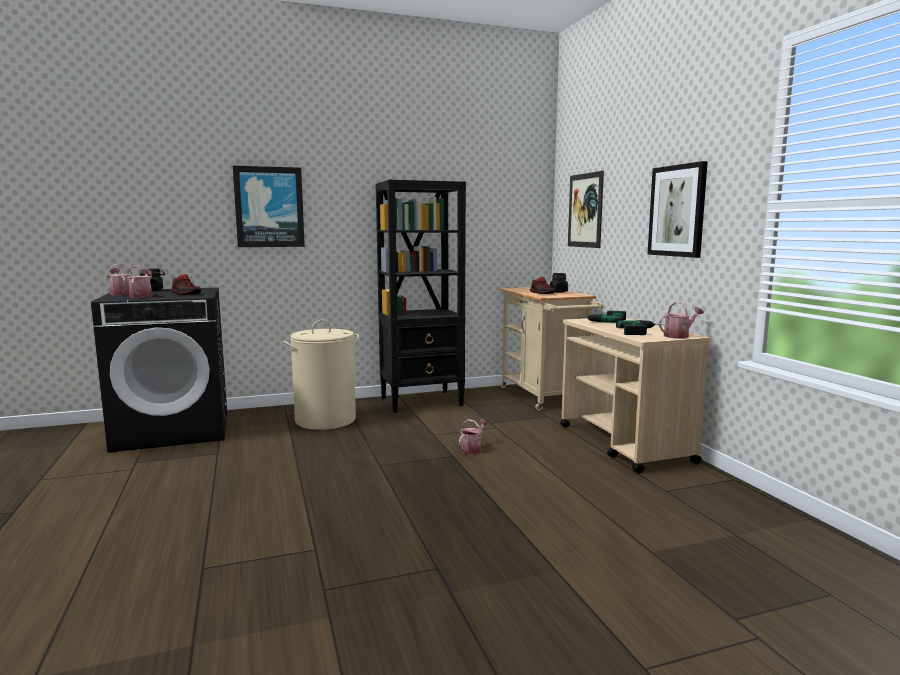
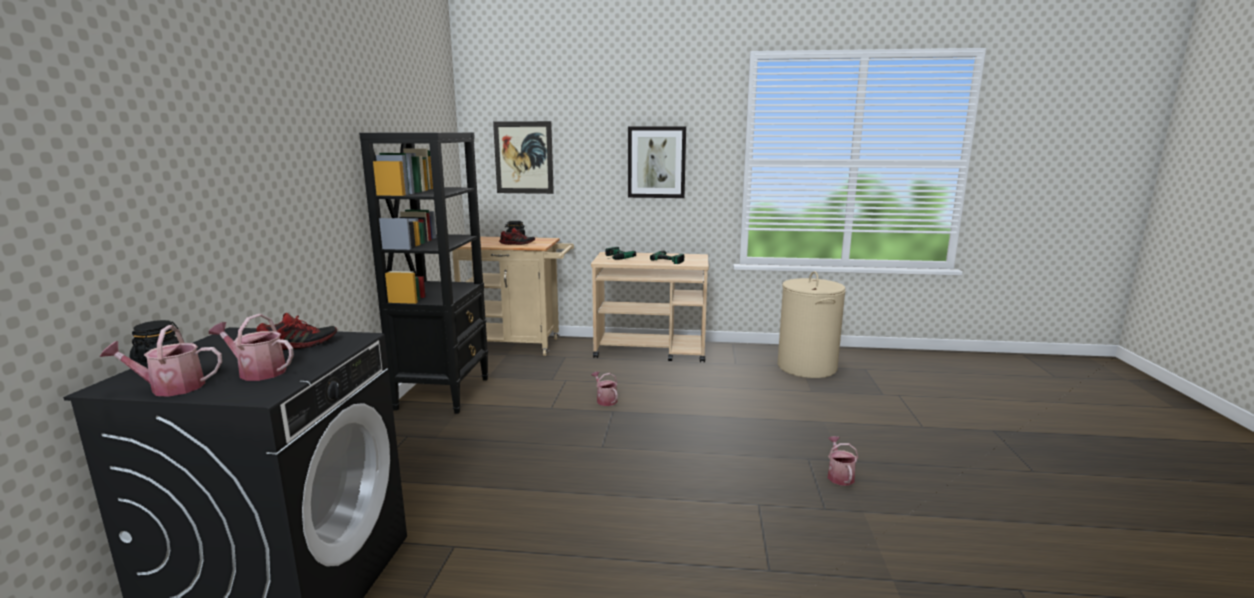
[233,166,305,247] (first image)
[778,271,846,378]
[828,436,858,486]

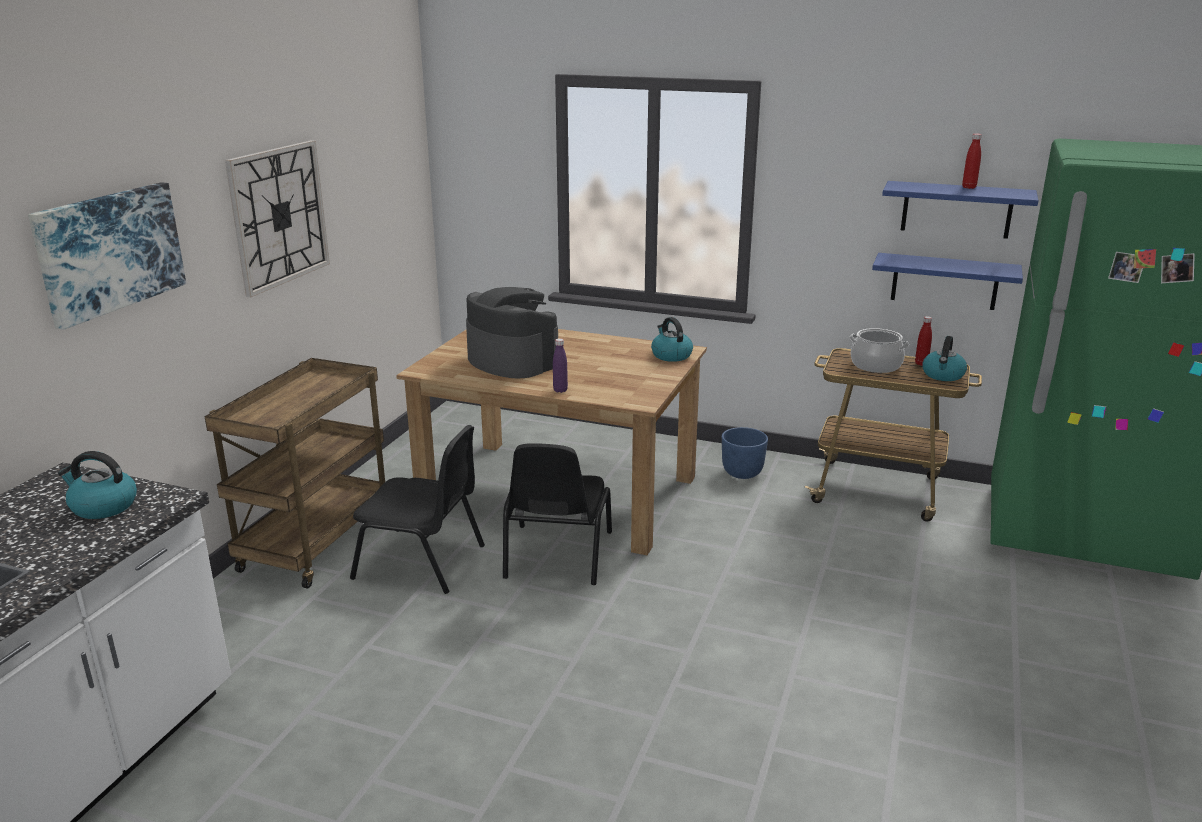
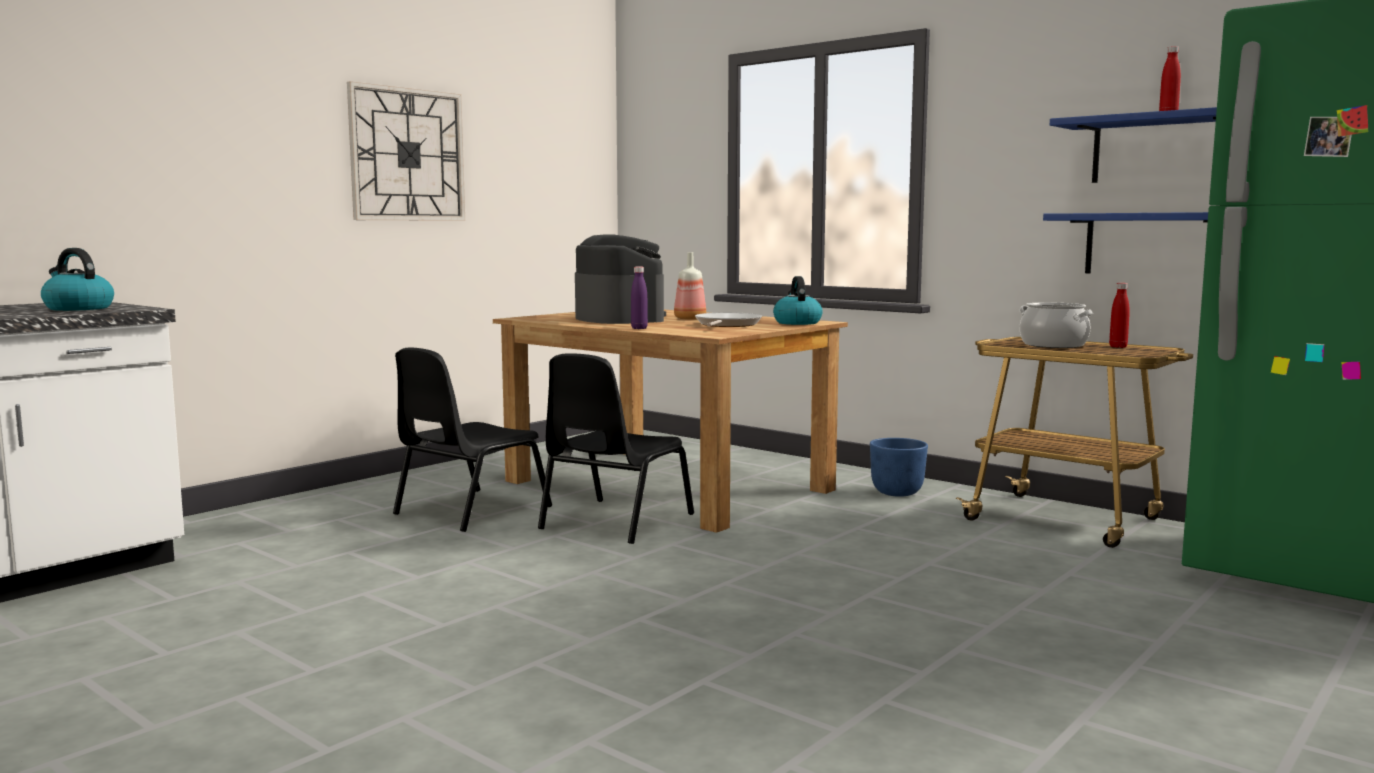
[28,182,186,330] (first image)
[205,358,385,588] (first image)
[393,348,552,532]
[922,336,967,381] (first image)
[674,252,706,320]
[695,313,762,327]

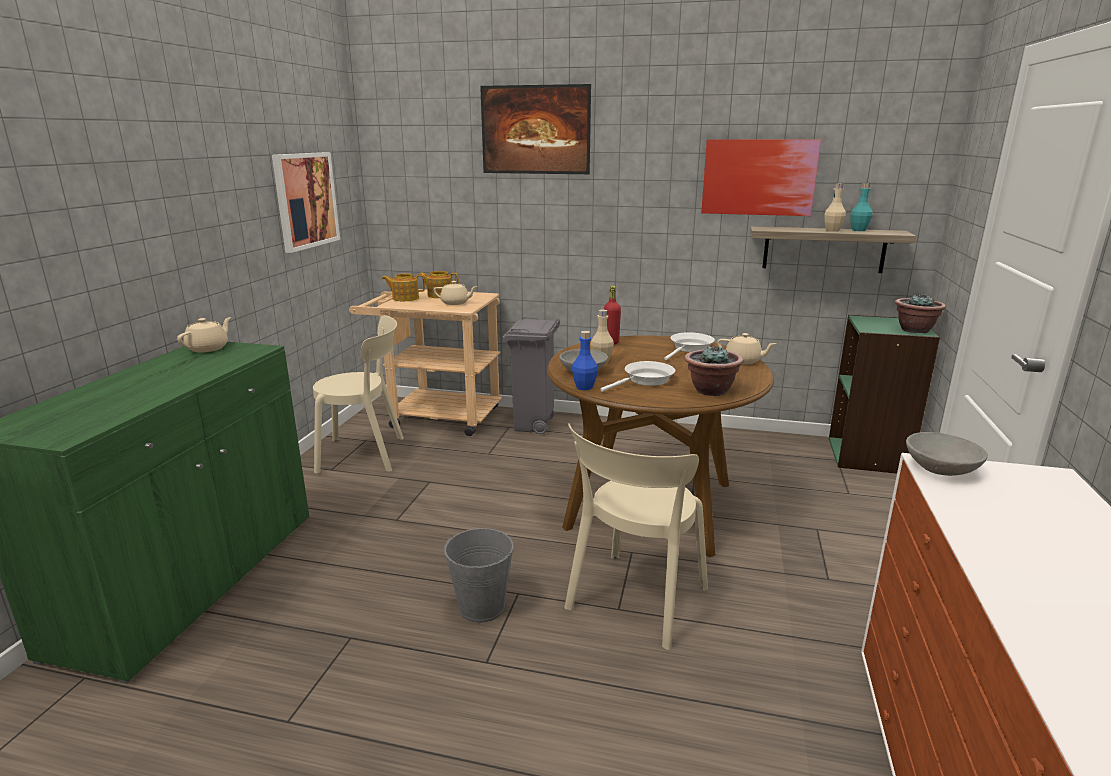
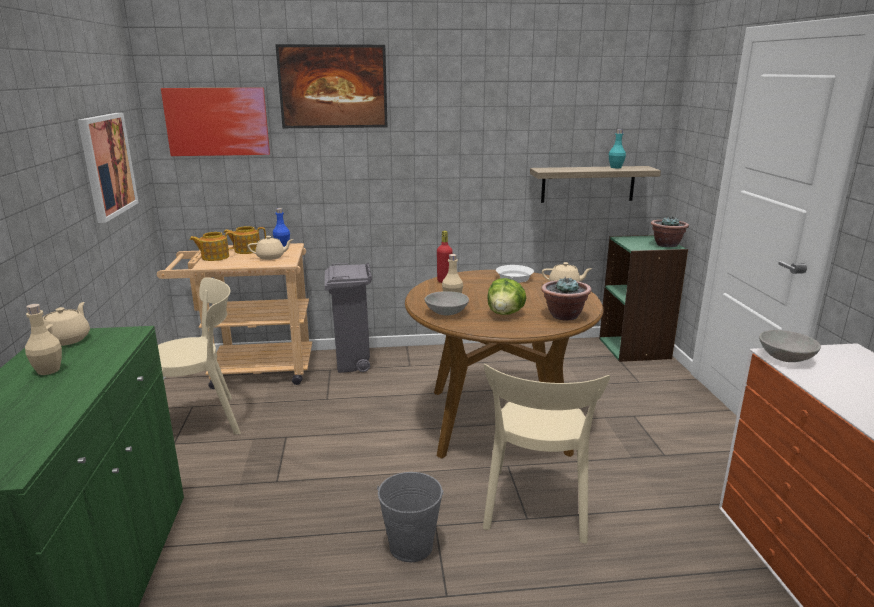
[273,208,290,247]
[487,278,526,315]
[161,88,270,156]
[25,304,62,375]

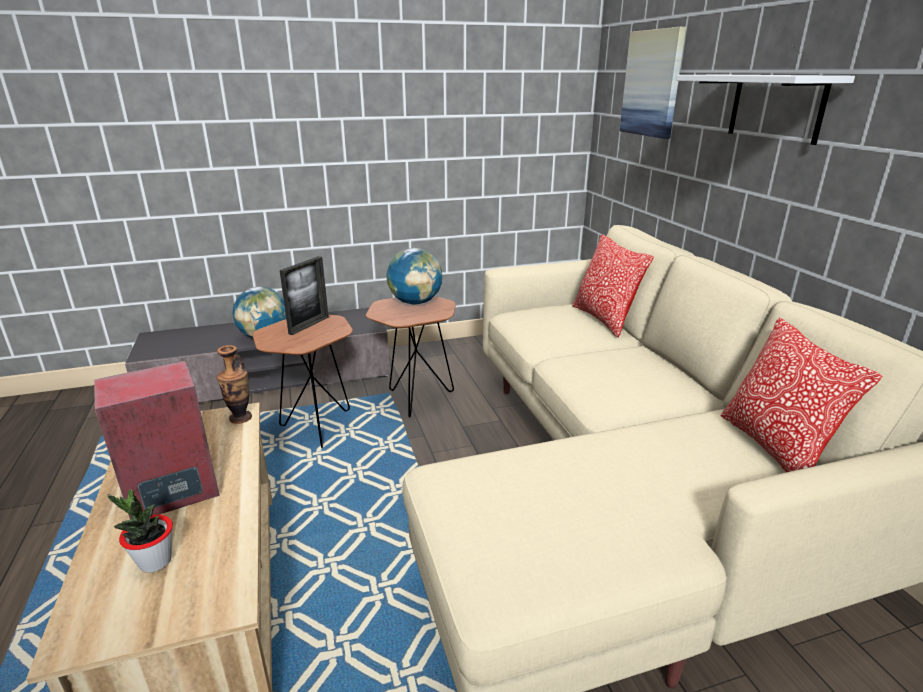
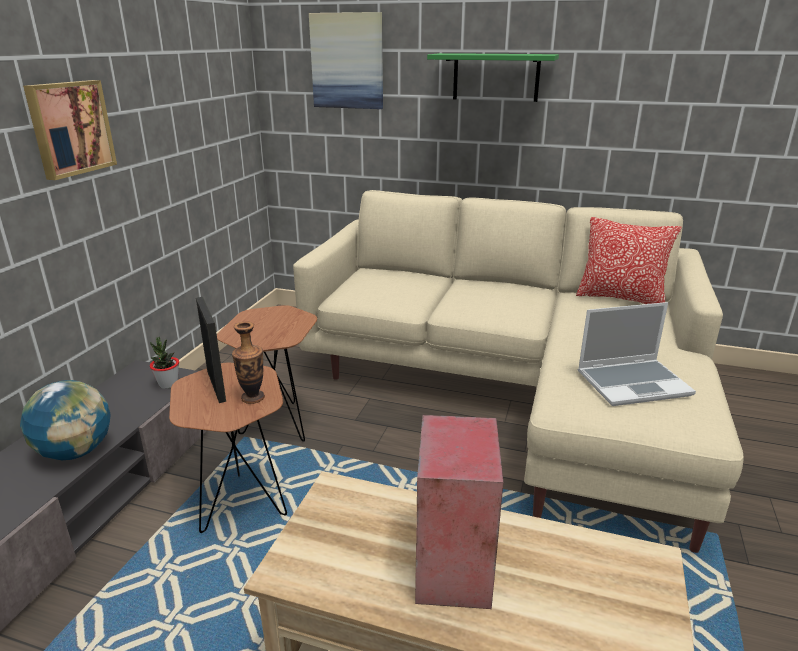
[150,337,179,389]
[232,321,265,404]
[387,248,442,305] (first image)
[572,234,654,337] (first image)
[427,53,559,102]
[23,80,117,180]
[578,302,696,406]

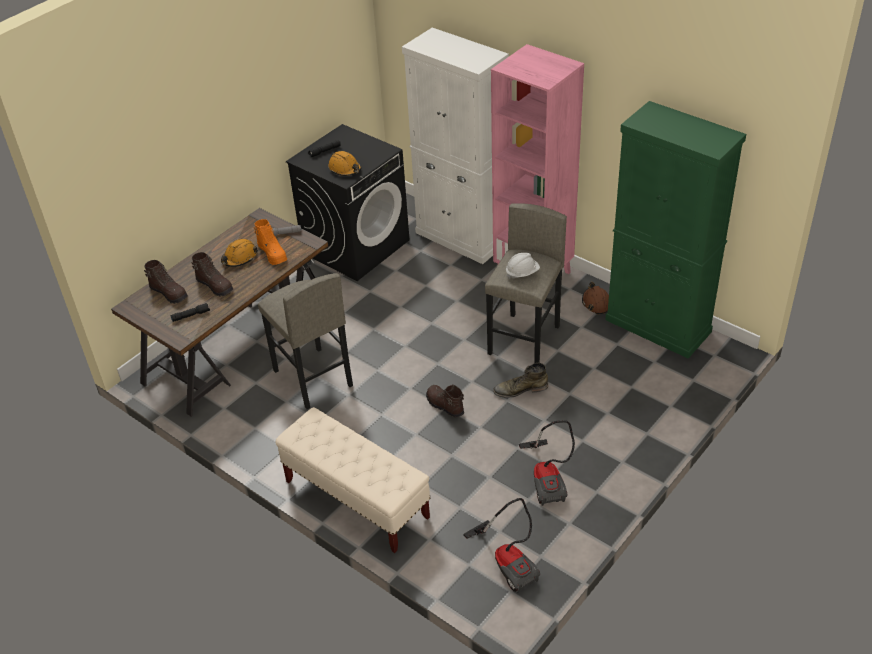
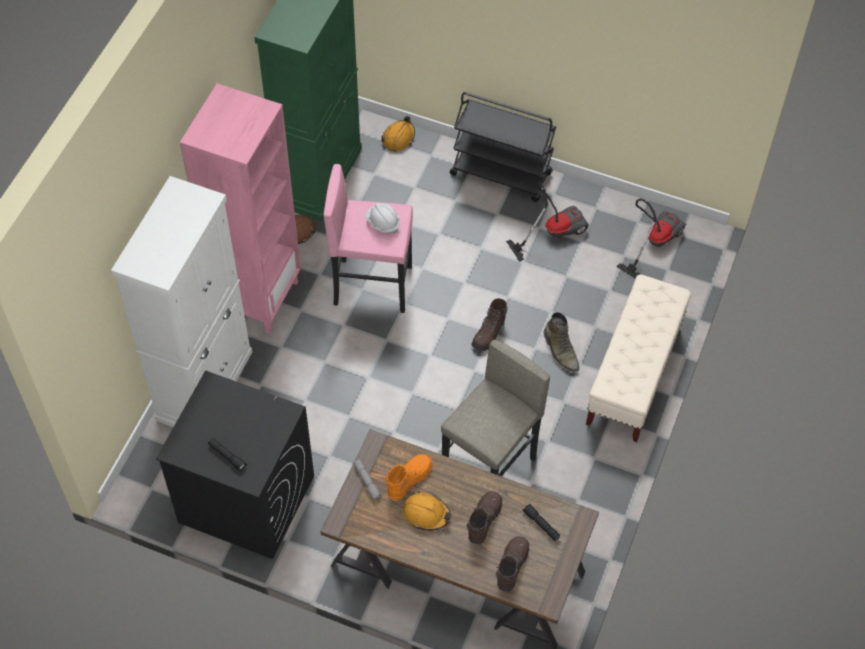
[381,116,415,151]
[324,164,413,313]
[544,312,580,373]
[450,92,556,202]

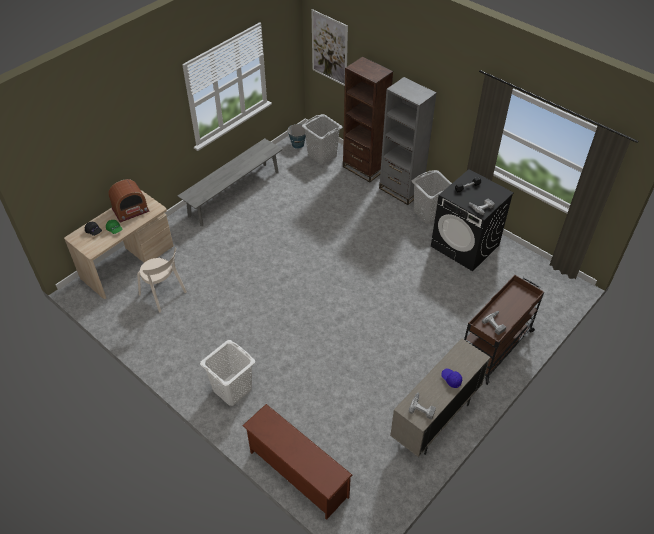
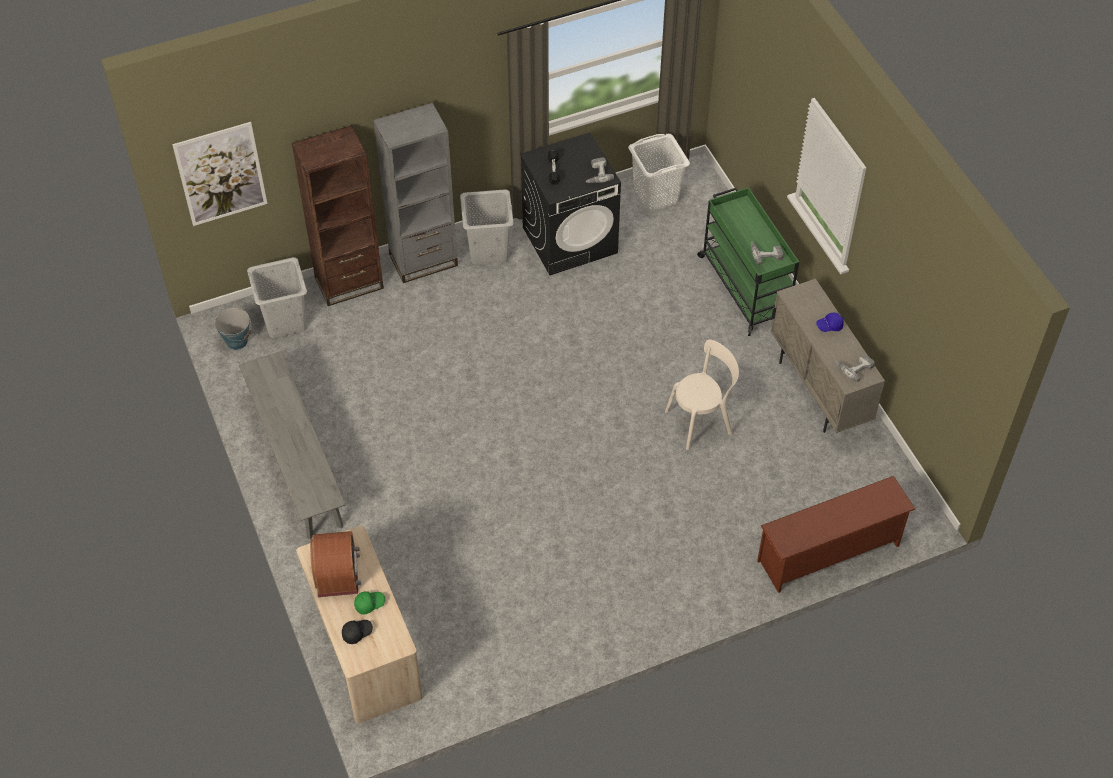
[665,340,739,450]
[628,134,690,212]
[697,187,799,336]

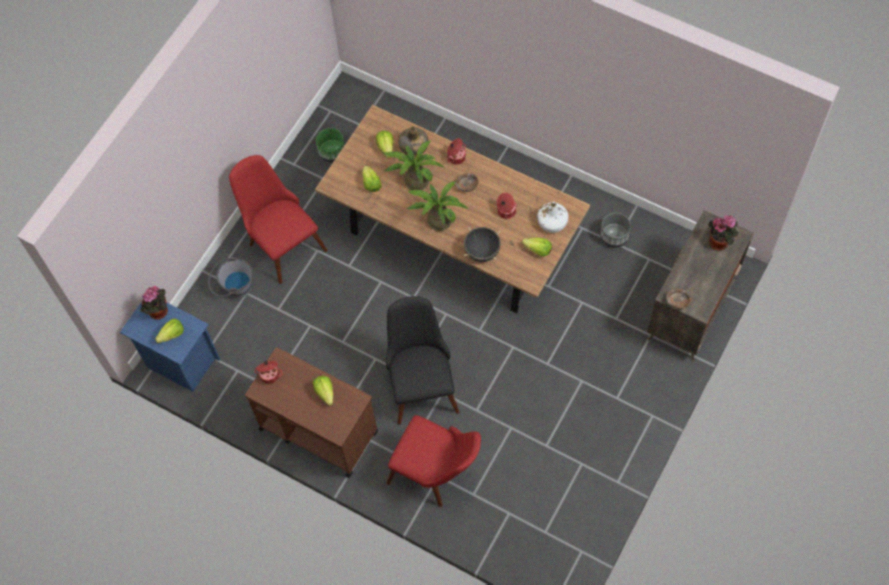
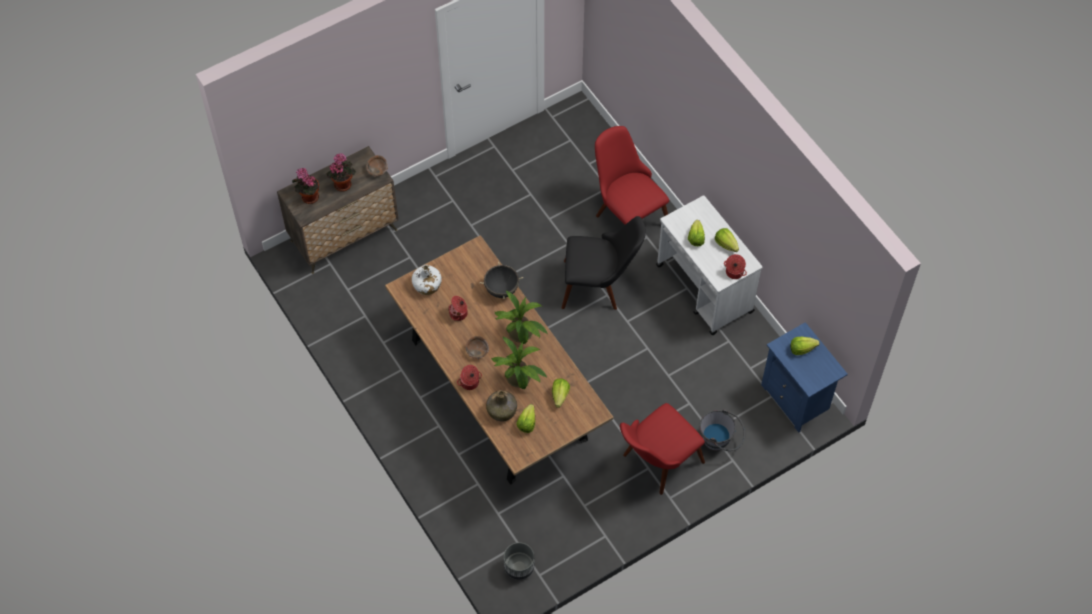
[326,153,356,191]
[620,403,705,495]
[656,195,762,335]
[316,128,345,163] (first image)
[562,216,646,310]
[715,228,739,252]
[504,542,534,580]

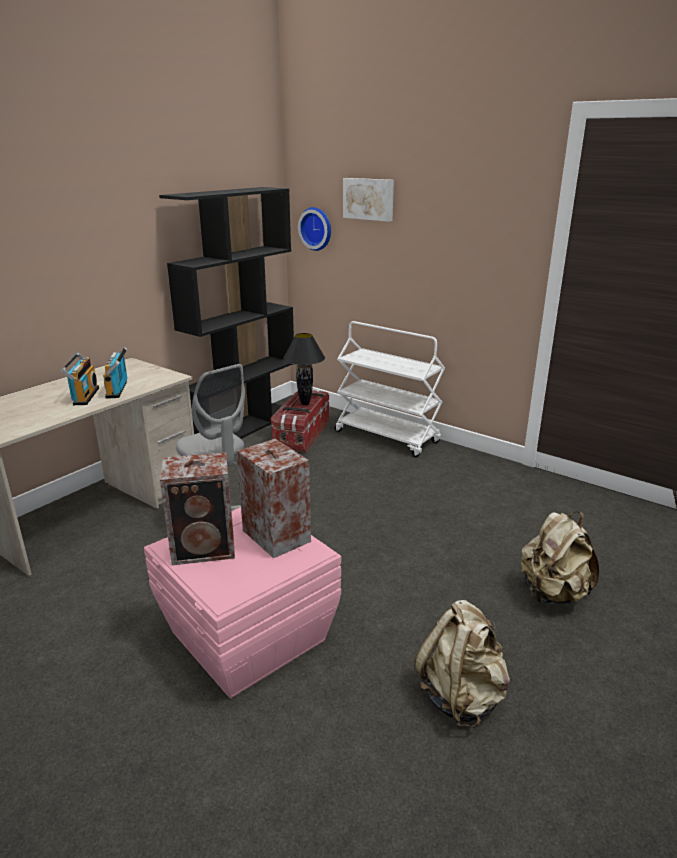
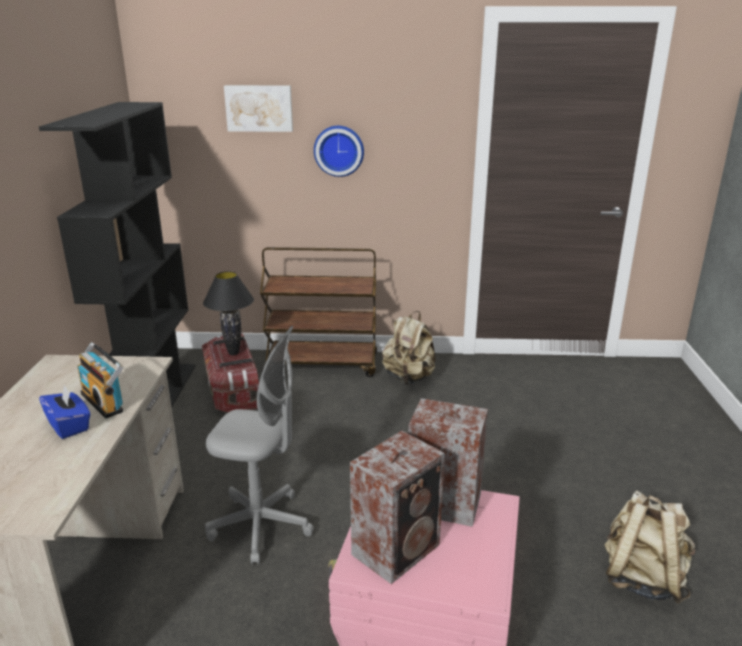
[39,384,90,439]
[314,126,364,177]
[260,247,377,377]
[382,311,435,385]

